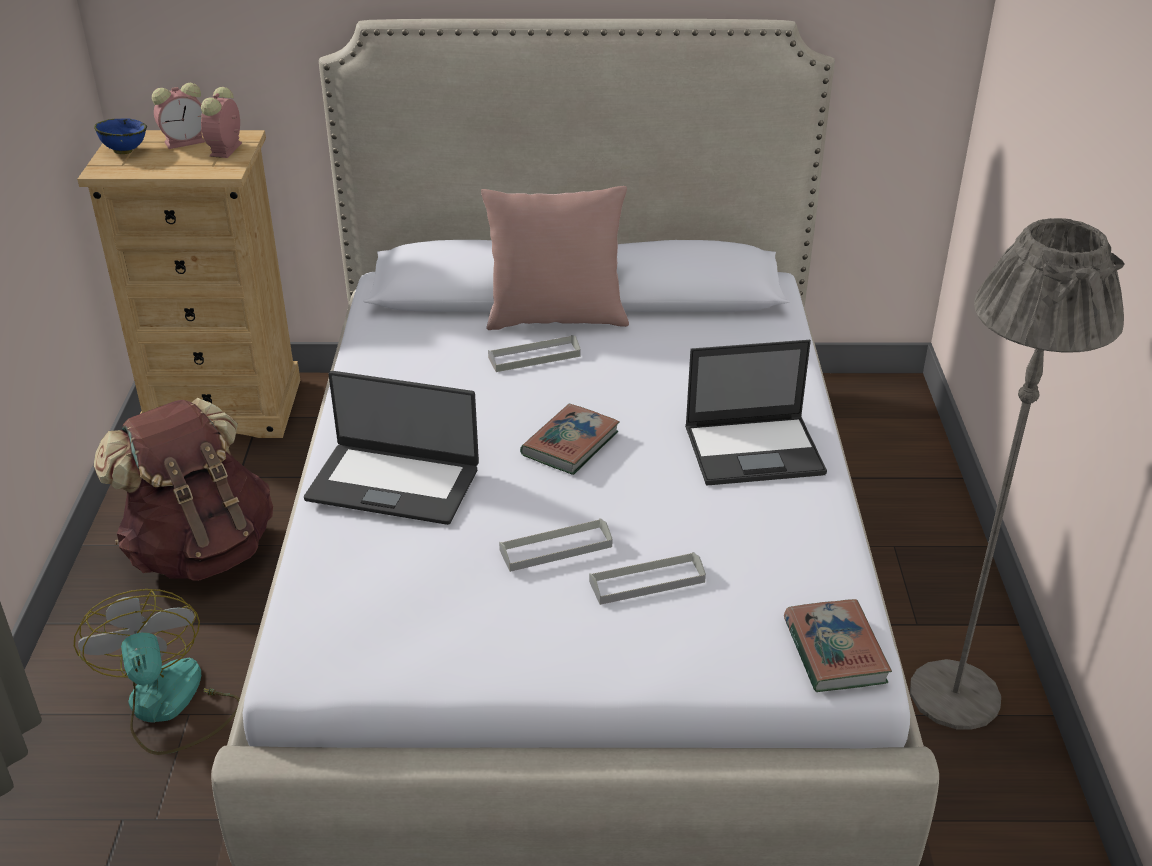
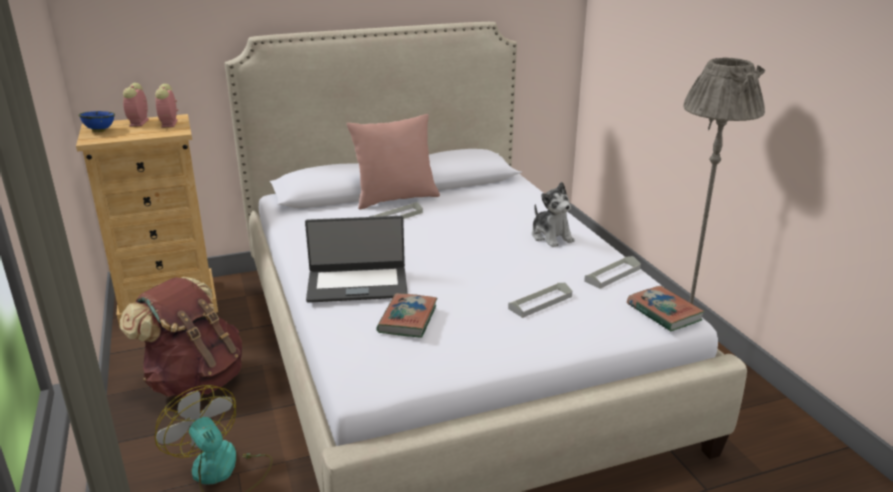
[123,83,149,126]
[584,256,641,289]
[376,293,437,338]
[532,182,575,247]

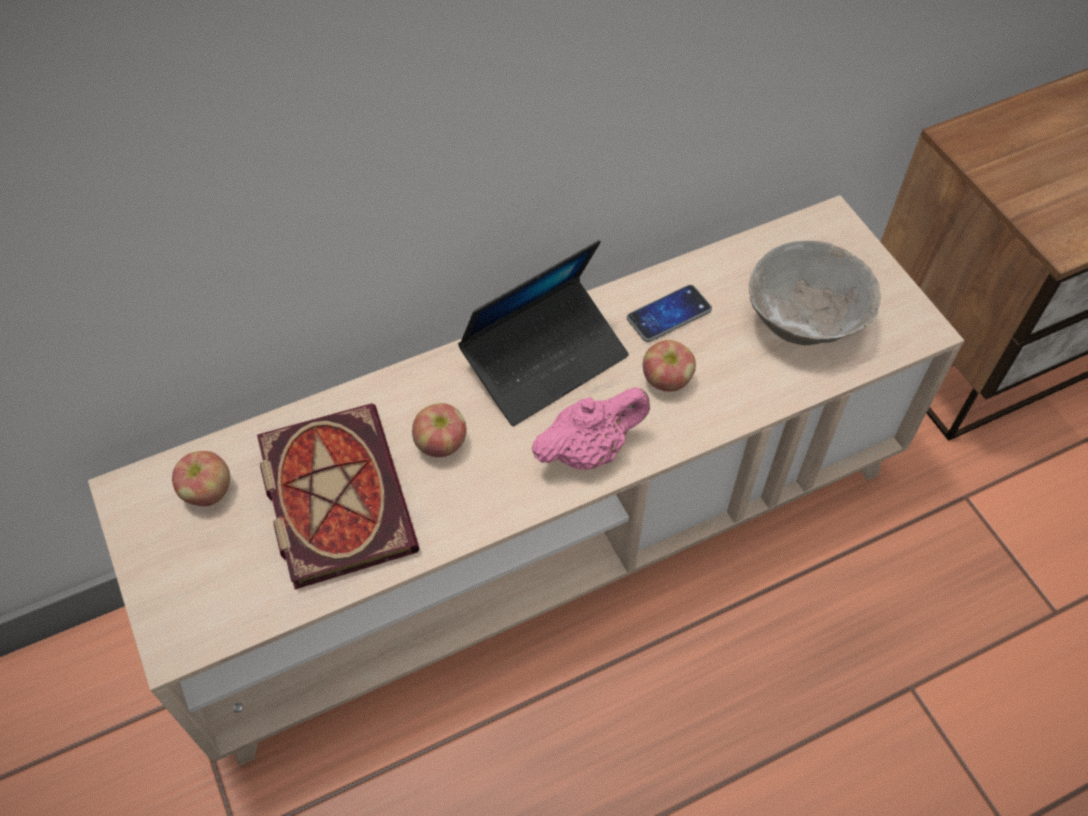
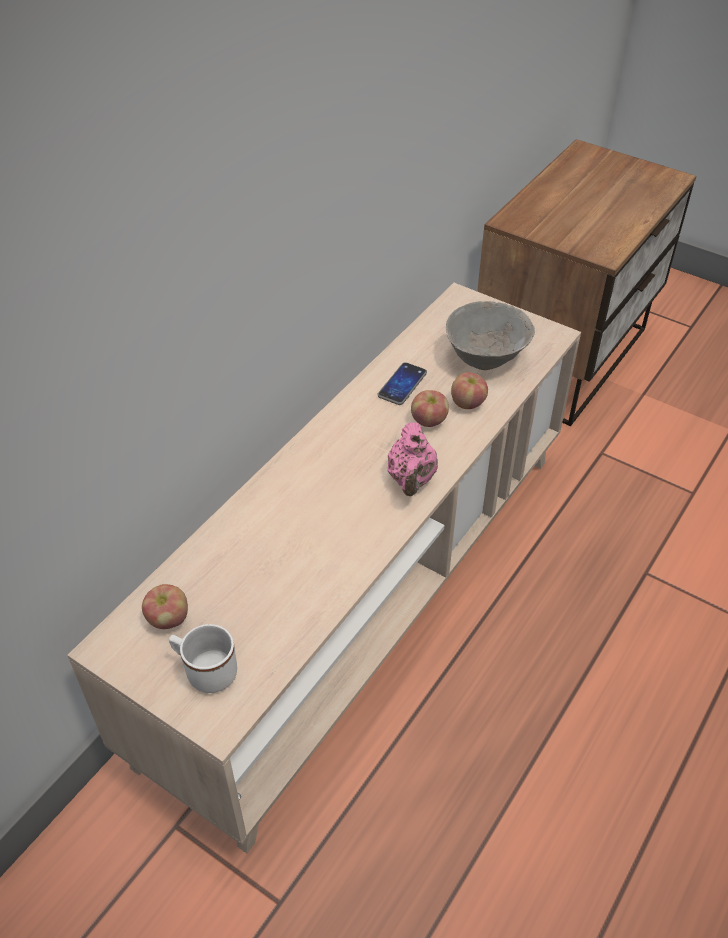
[257,403,420,589] (first image)
[451,372,488,409]
[458,240,629,426] (first image)
[388,422,438,496]
[169,624,237,693]

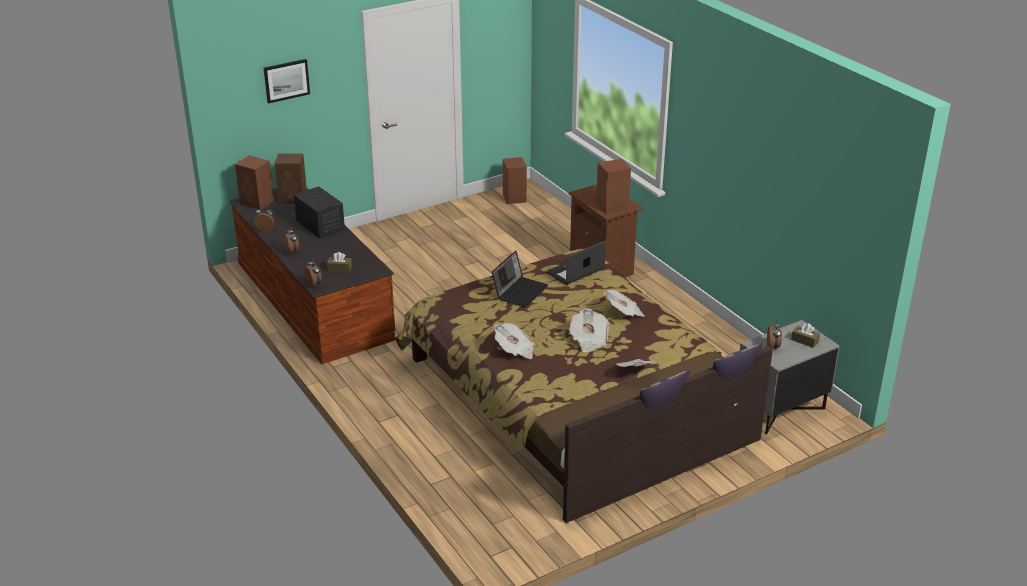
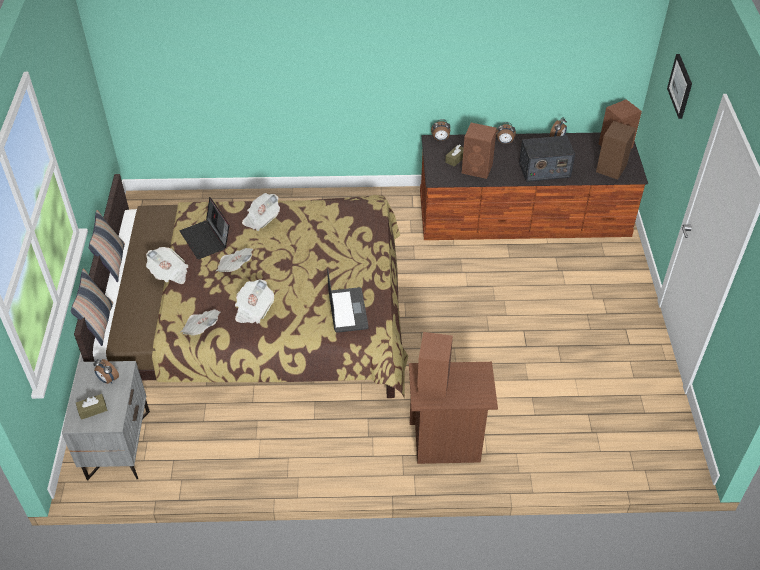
[180,197,230,259]
[462,123,497,179]
[181,309,221,336]

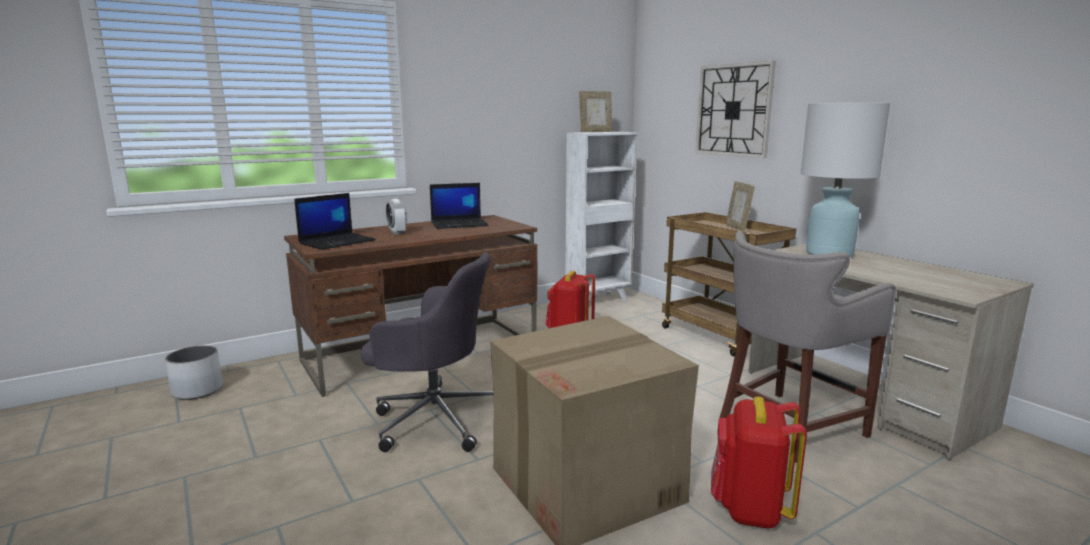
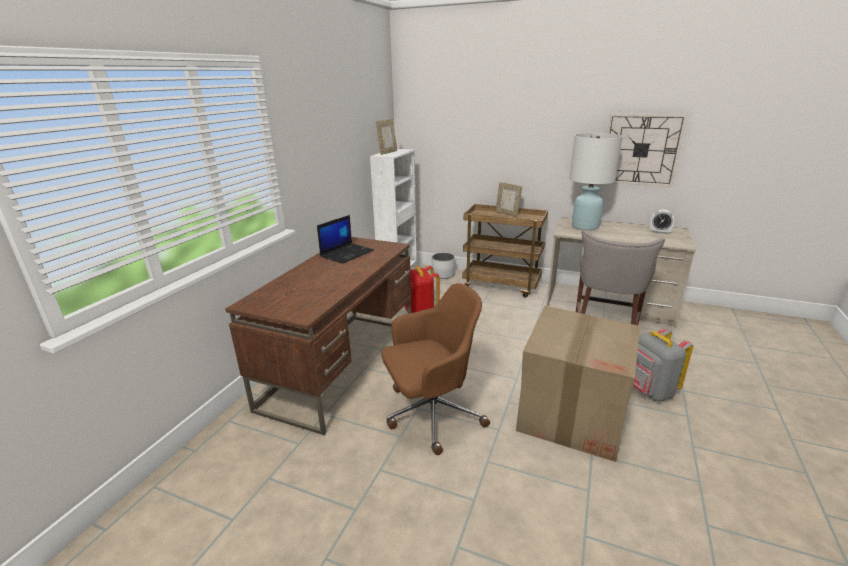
[432,253,455,279]
[294,193,376,250] (first image)
[382,283,490,455]
[650,209,674,234]
[607,113,687,187]
[633,328,693,402]

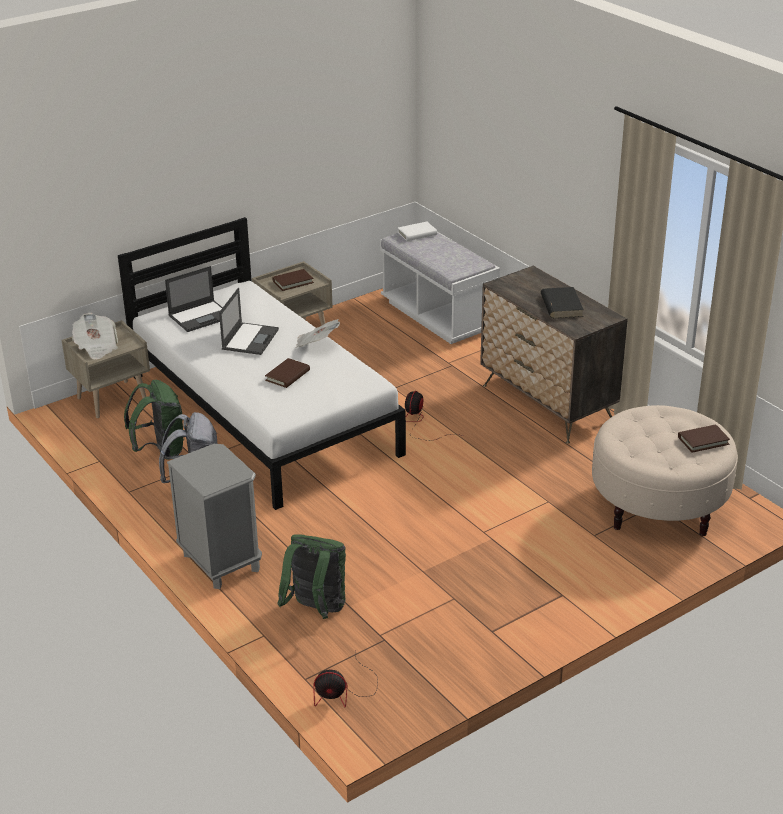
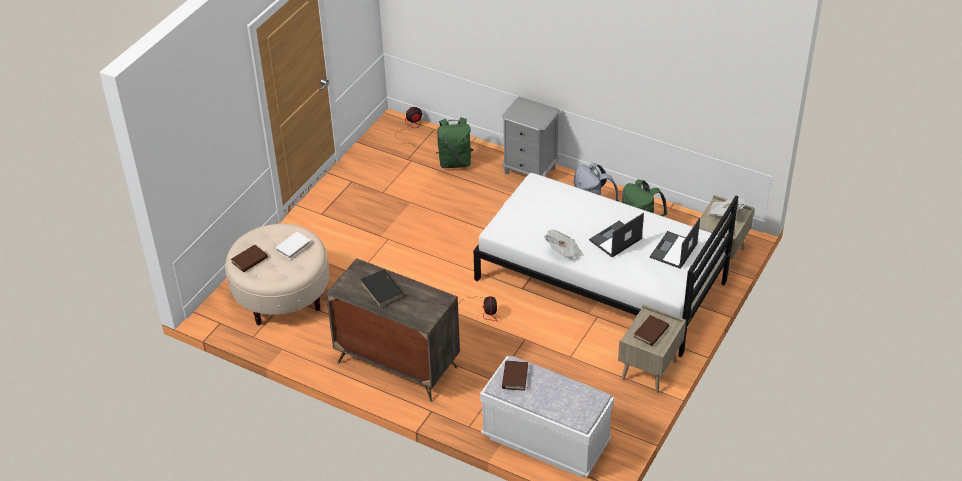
[589,213,644,258]
[502,361,528,391]
[275,232,311,259]

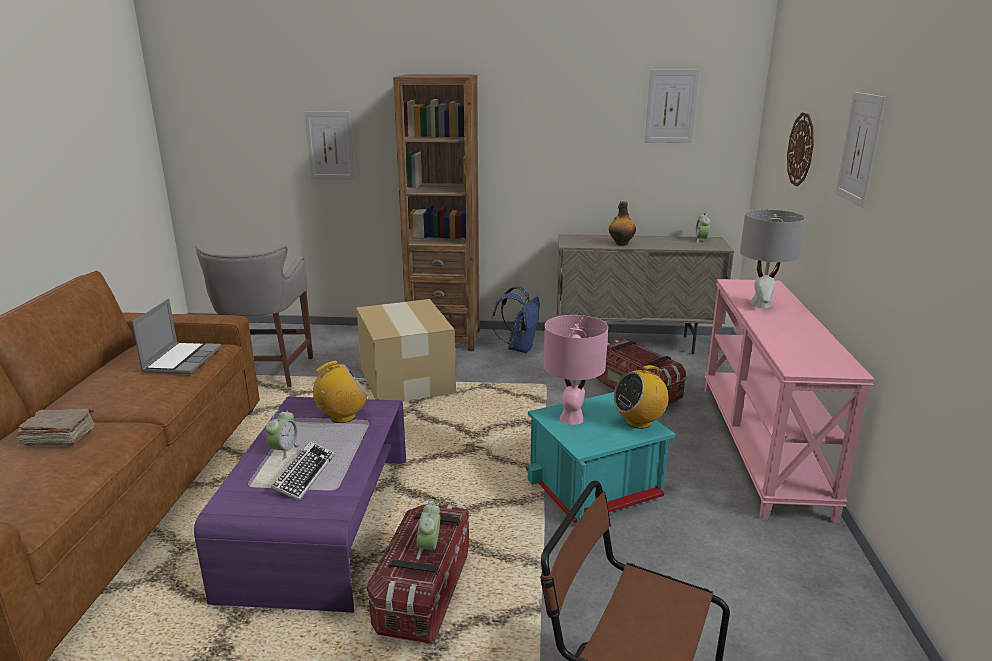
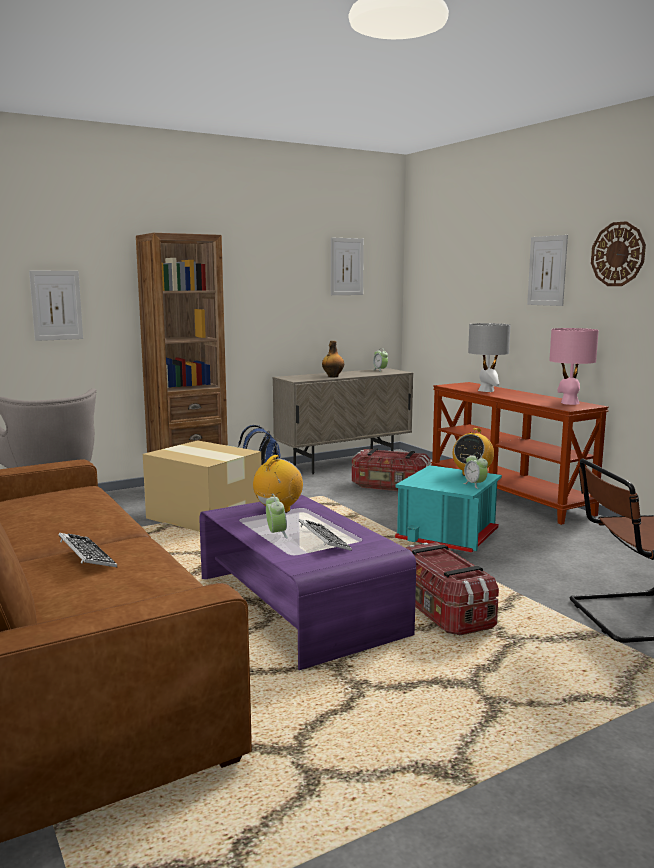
[59,533,117,567]
[132,299,221,374] (first image)
[463,453,488,489]
[549,328,599,405]
[431,382,609,525]
[591,221,646,286]

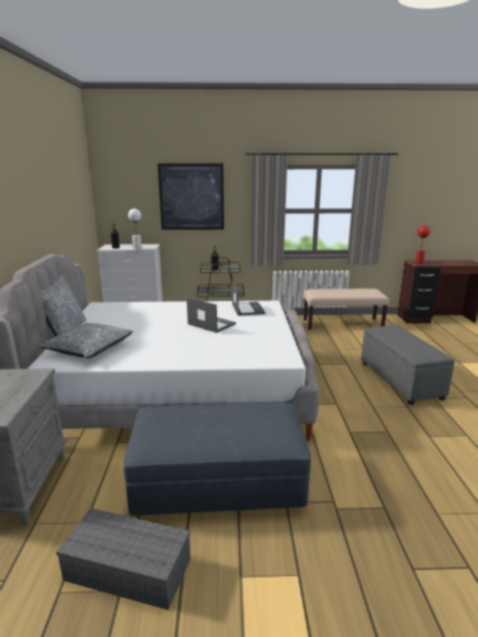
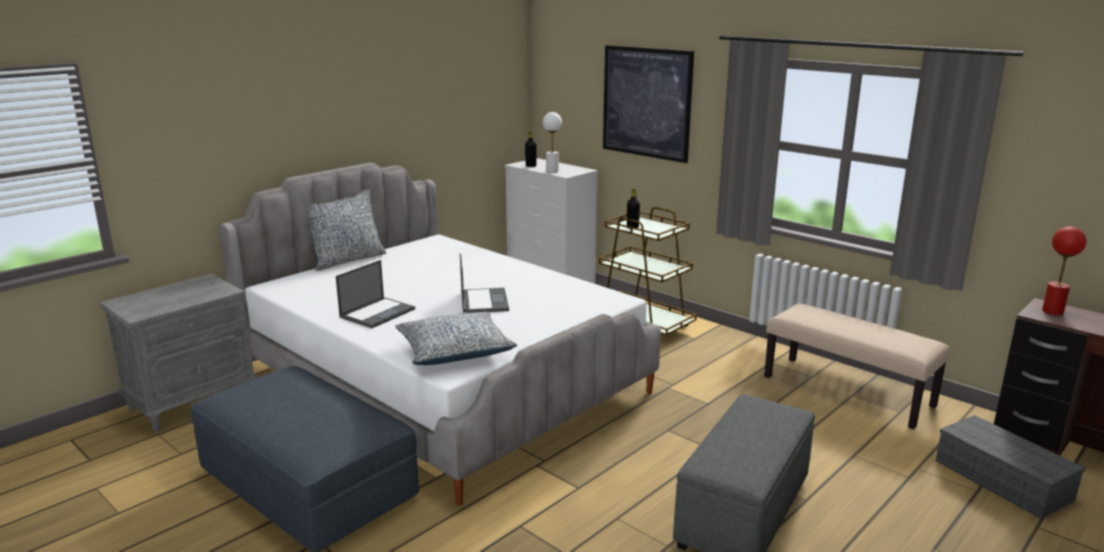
[395,312,517,365]
[936,415,1085,519]
[336,260,415,328]

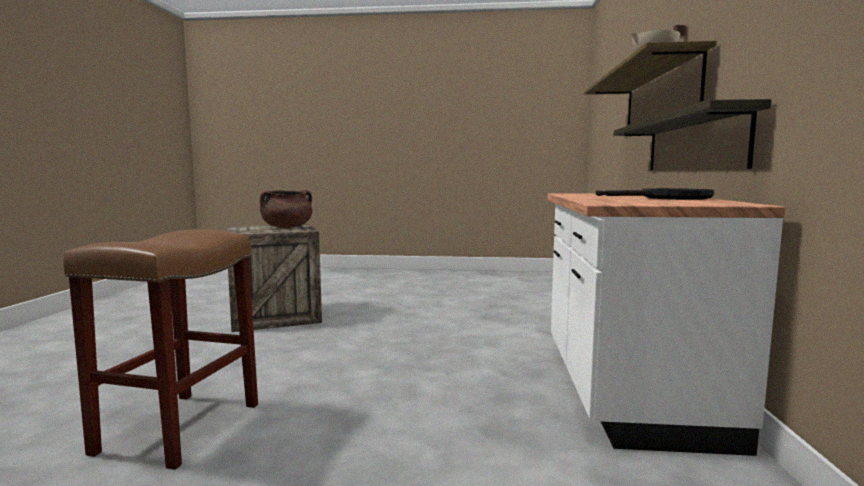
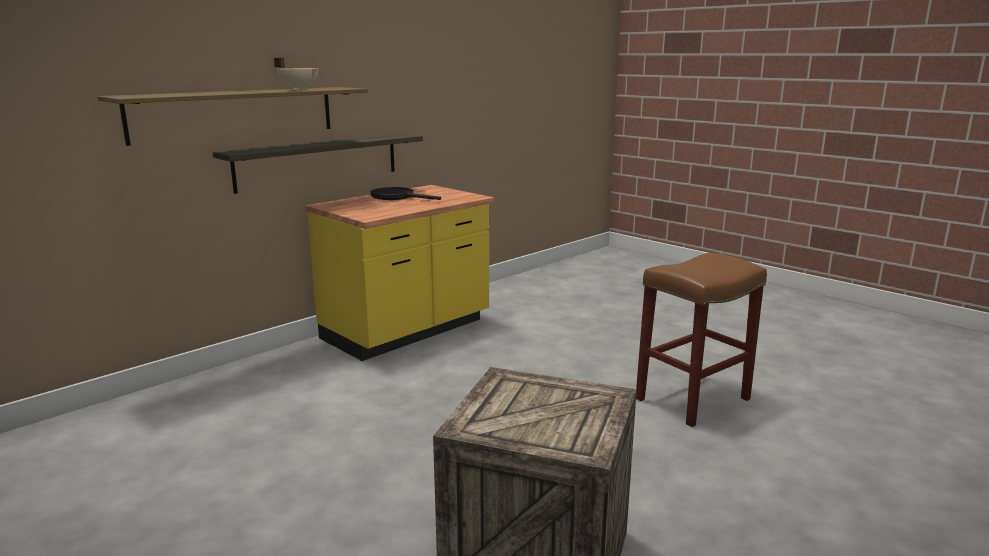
[260,190,312,228] (first image)
[306,185,494,361]

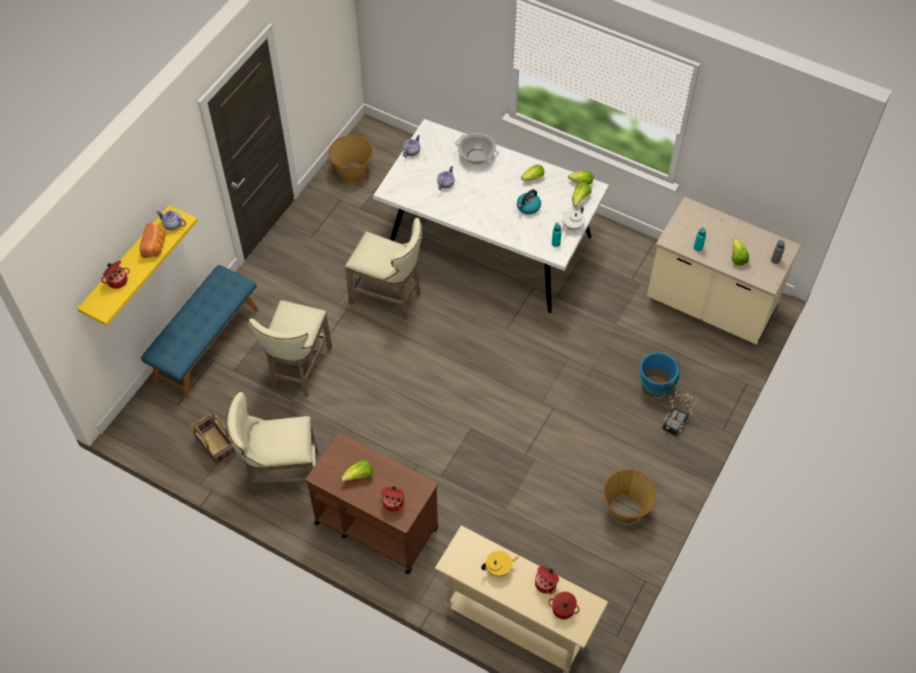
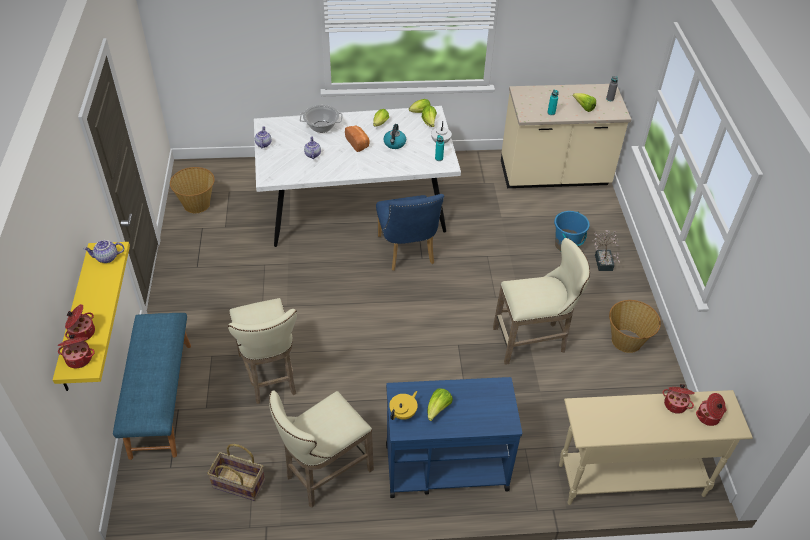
[345,126,370,152]
[386,377,522,498]
[493,238,590,365]
[58,334,95,368]
[389,391,418,420]
[376,194,444,271]

